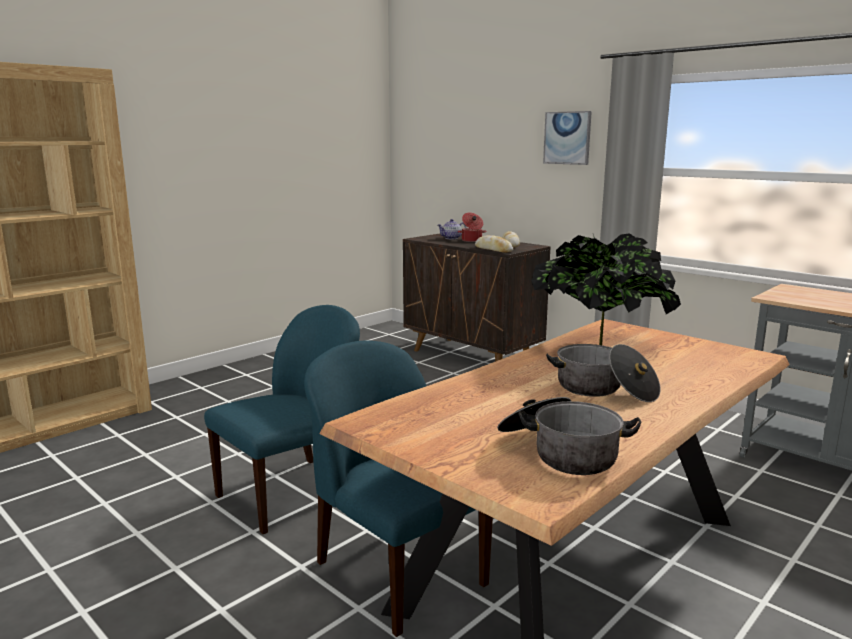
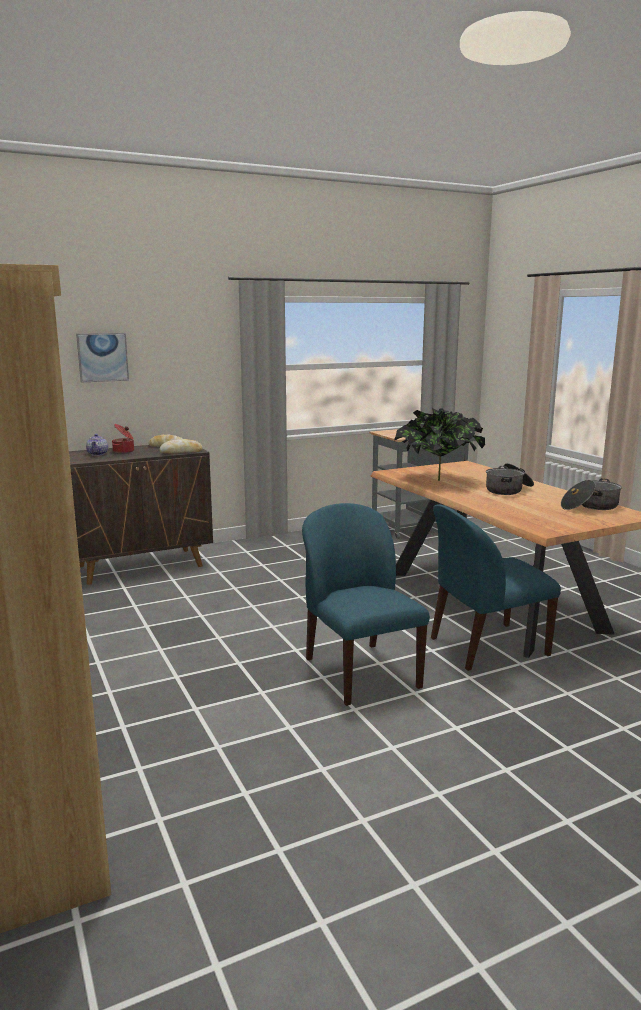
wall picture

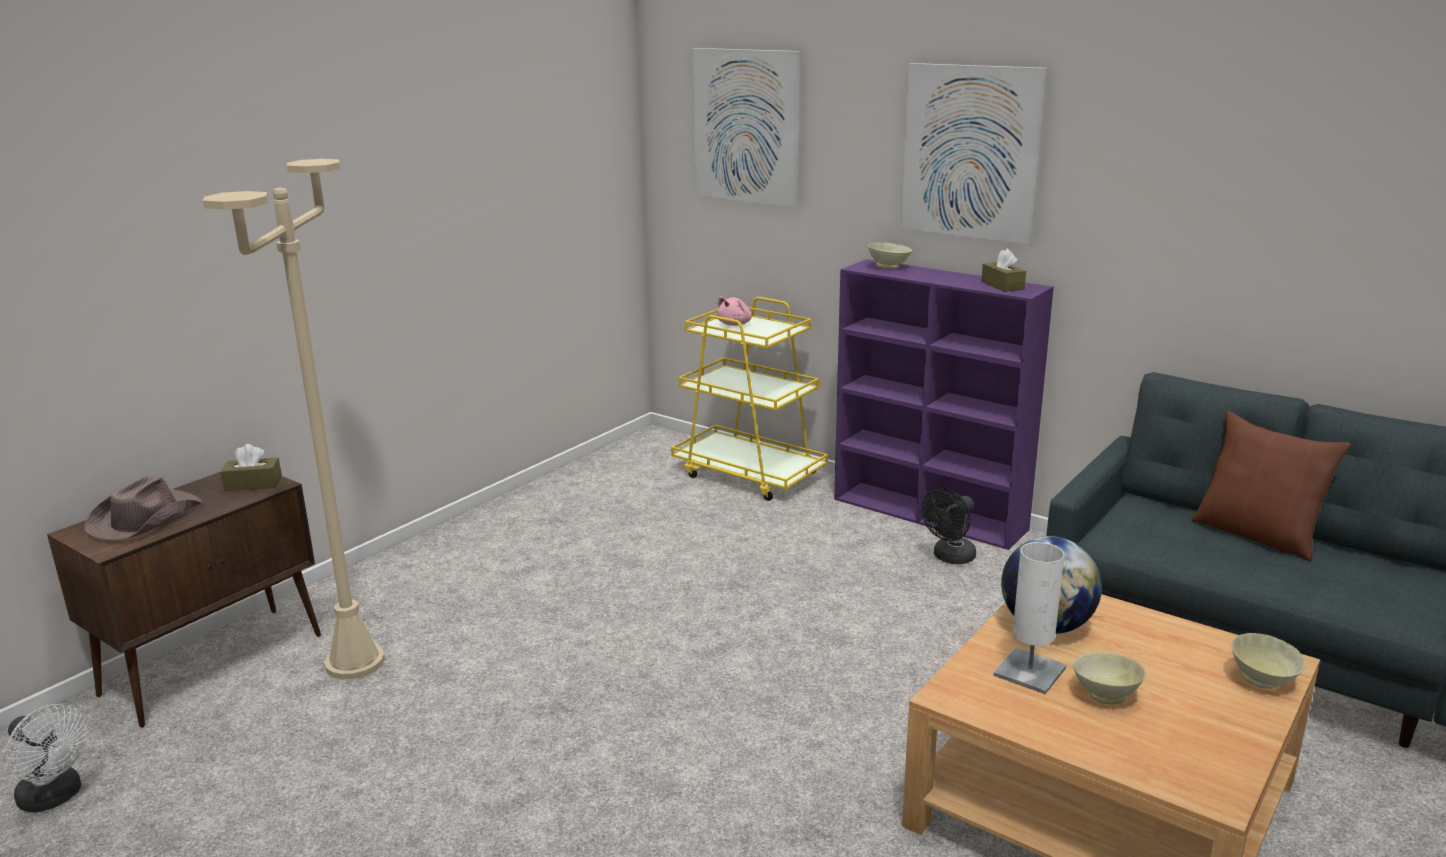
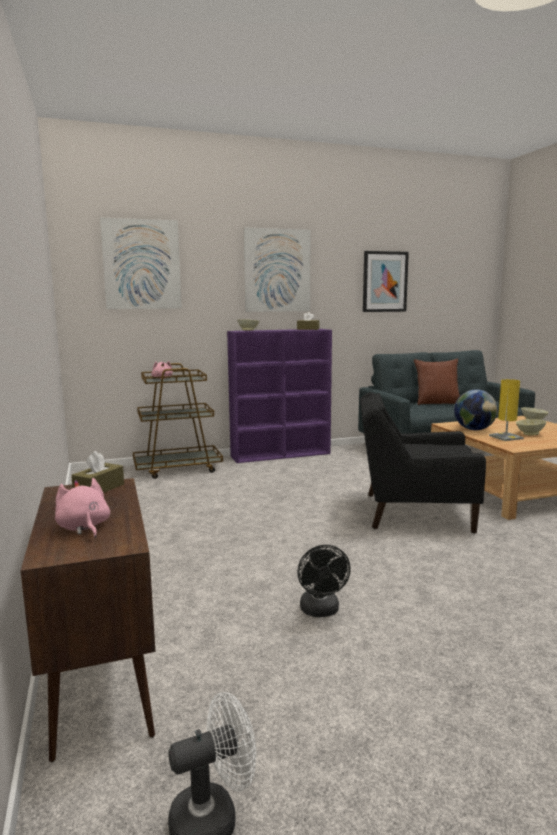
cuddly toy/pink-coloured (no. 1 from left)
cart/brown
electric fan/blackish
easy chair/blackish
wall picture (no. 3 from left)
lamp for a table/yellowish
standard lamp/beige

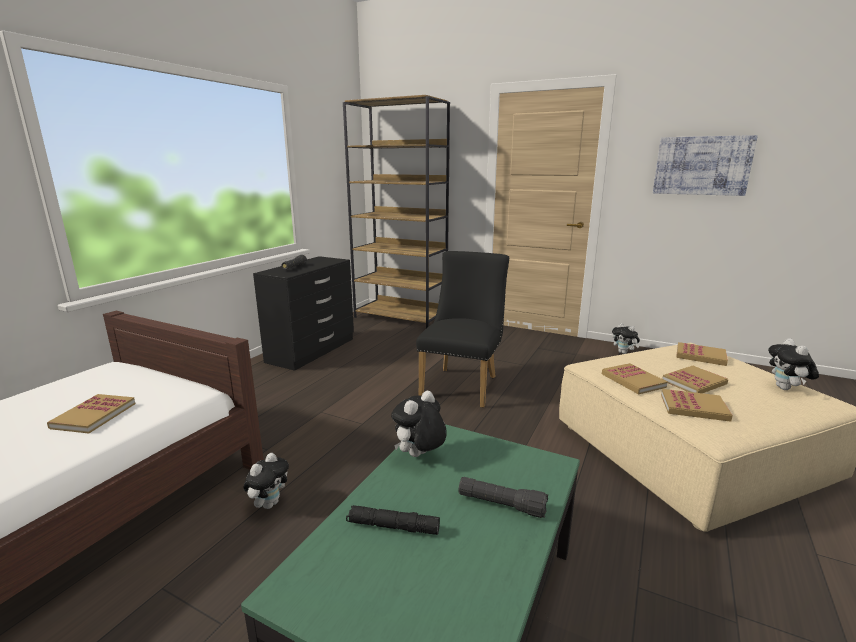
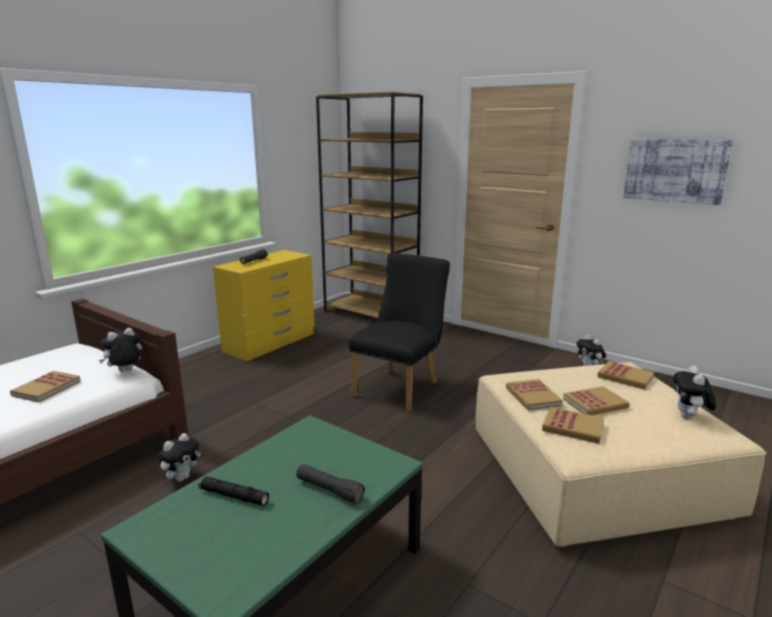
cuddly toy (no. 1 from left)
chest of drawers/yellowish

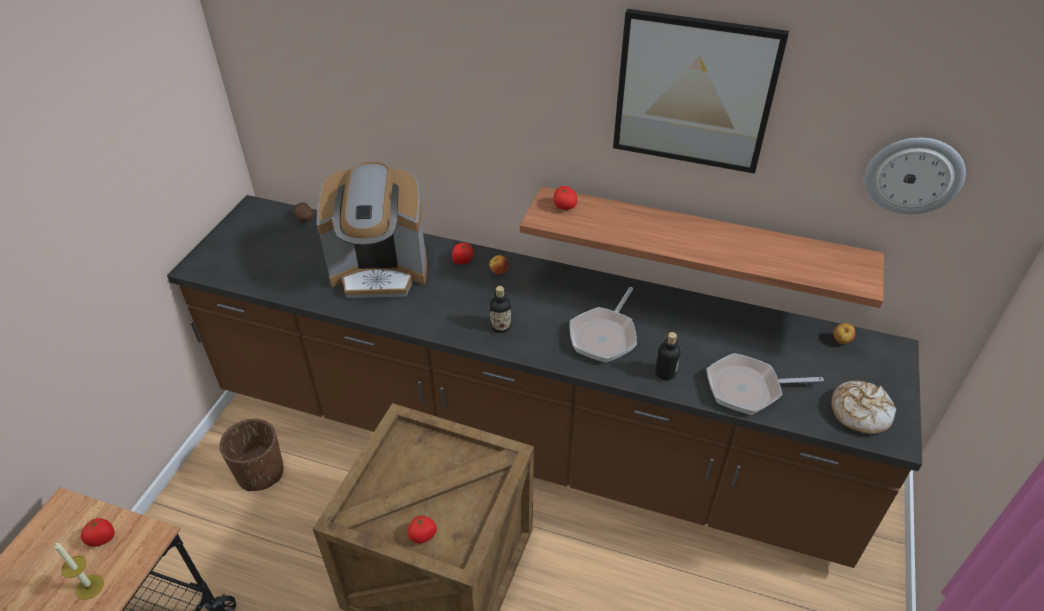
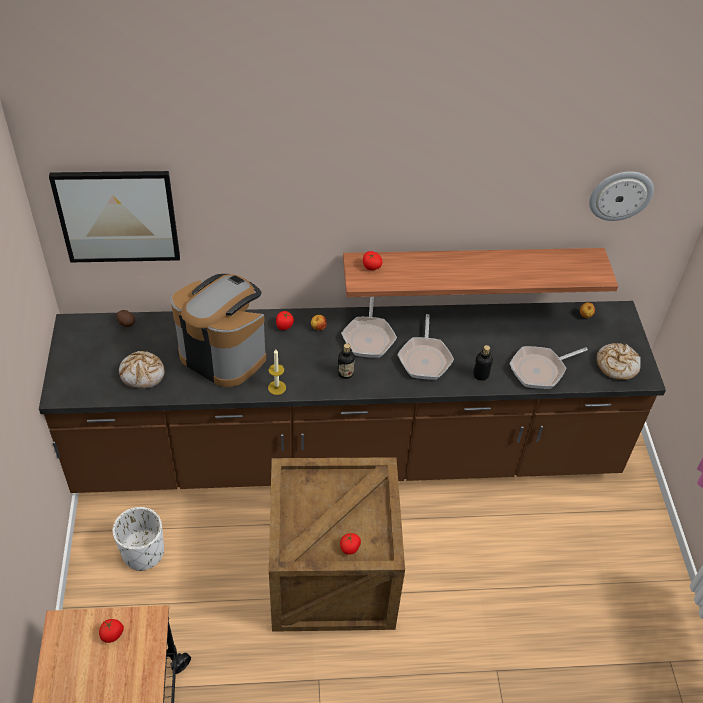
wall picture
flower pot/white
baked bread (no. 1 from left)
coffee maker
candle
skillet (no. 1 from left)

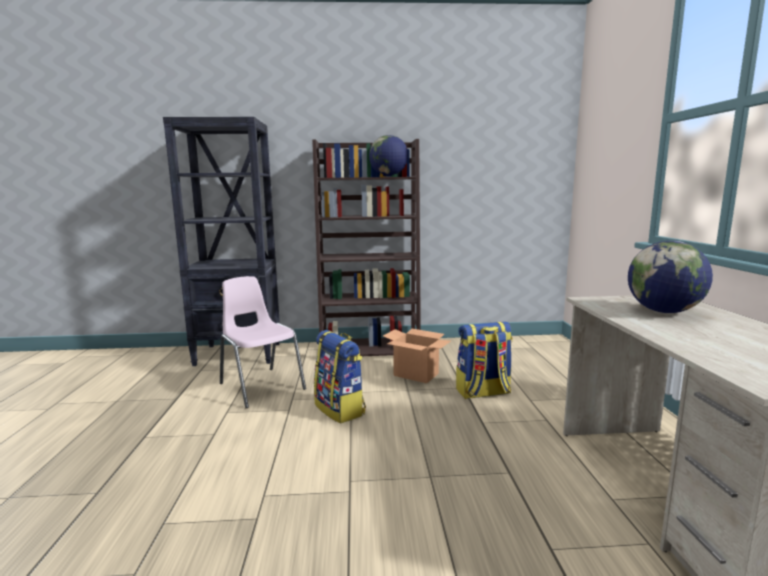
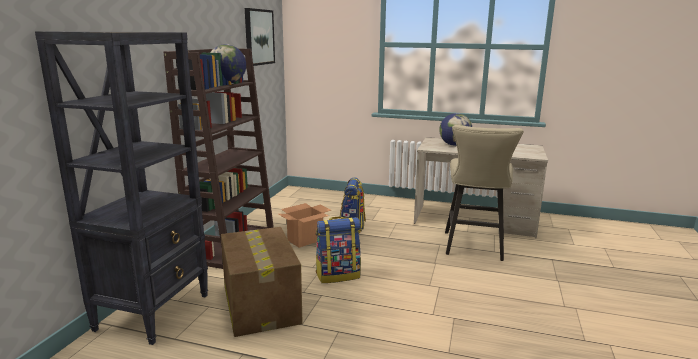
packing box (no. 1 from left)
wall picture
sitting stool/beige

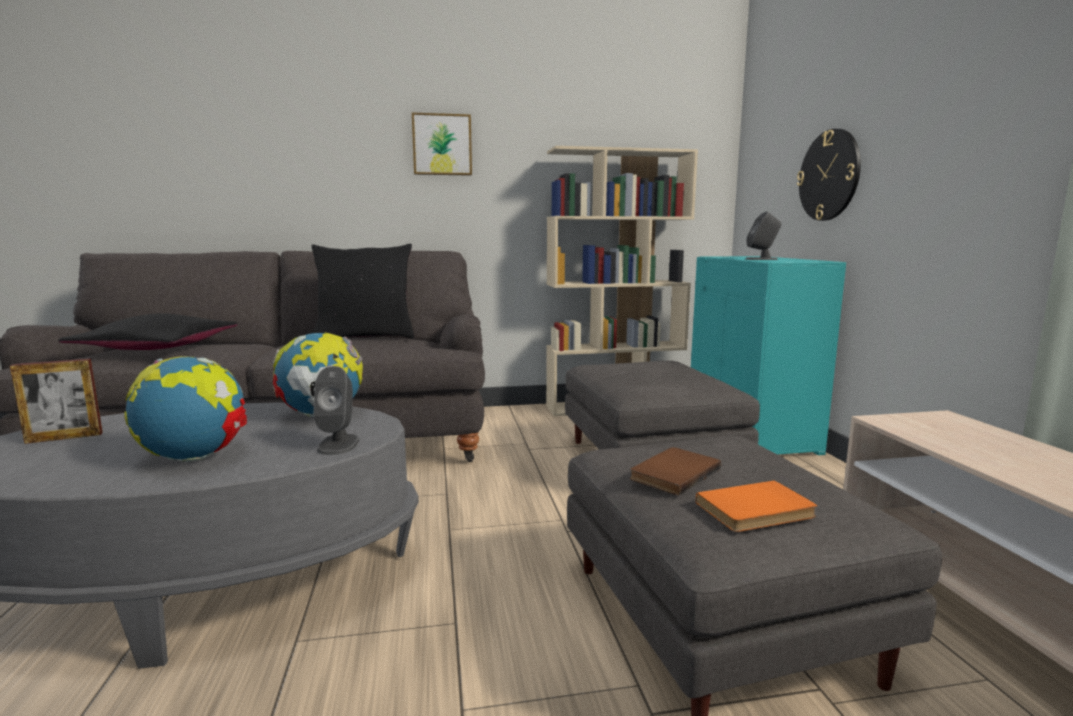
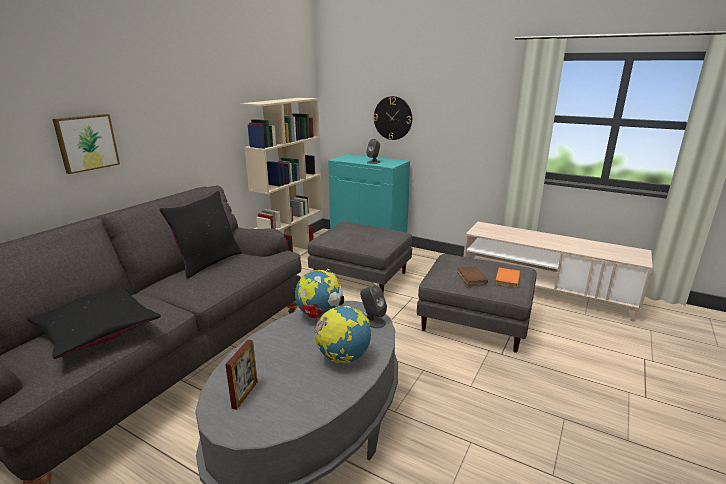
wall picture

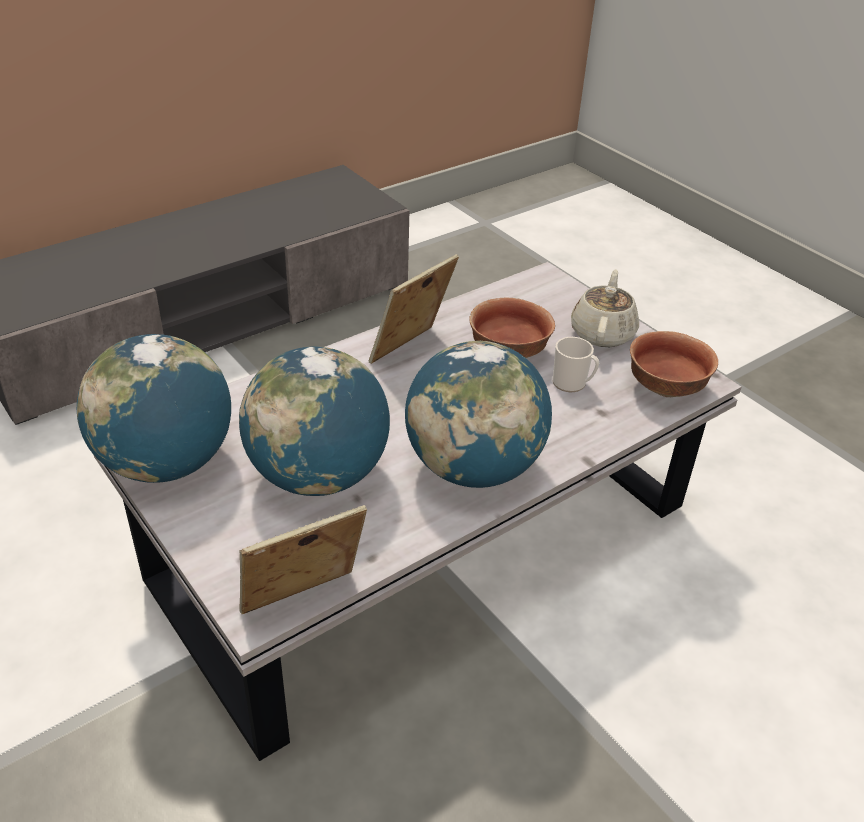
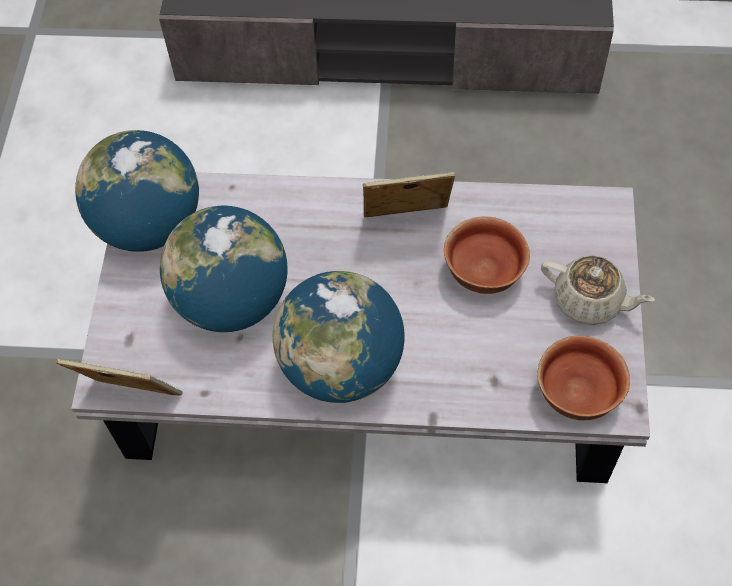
tea pot/beige
mug

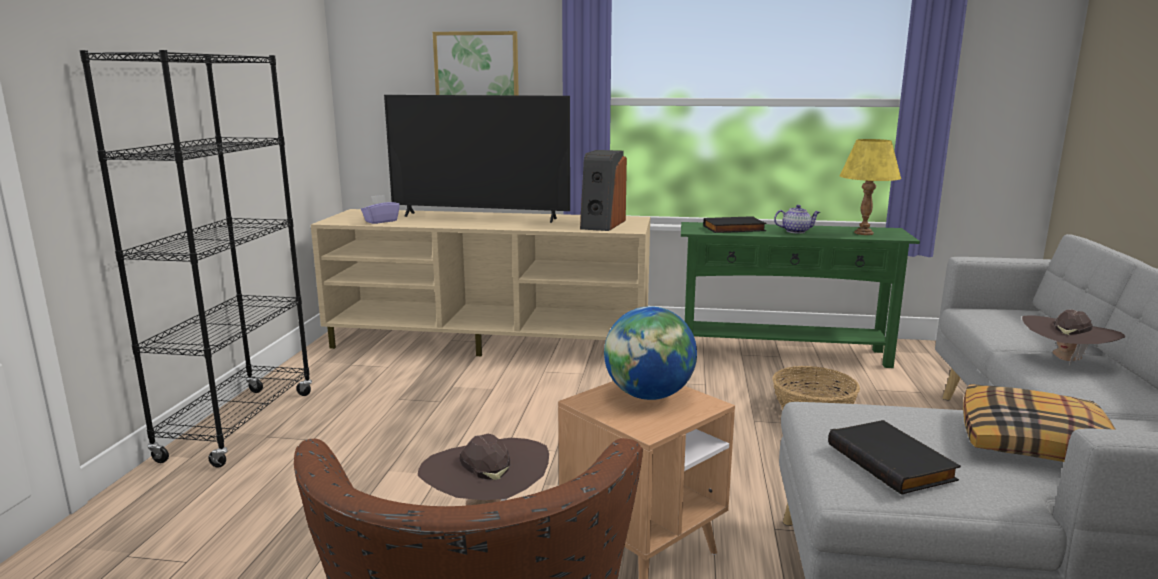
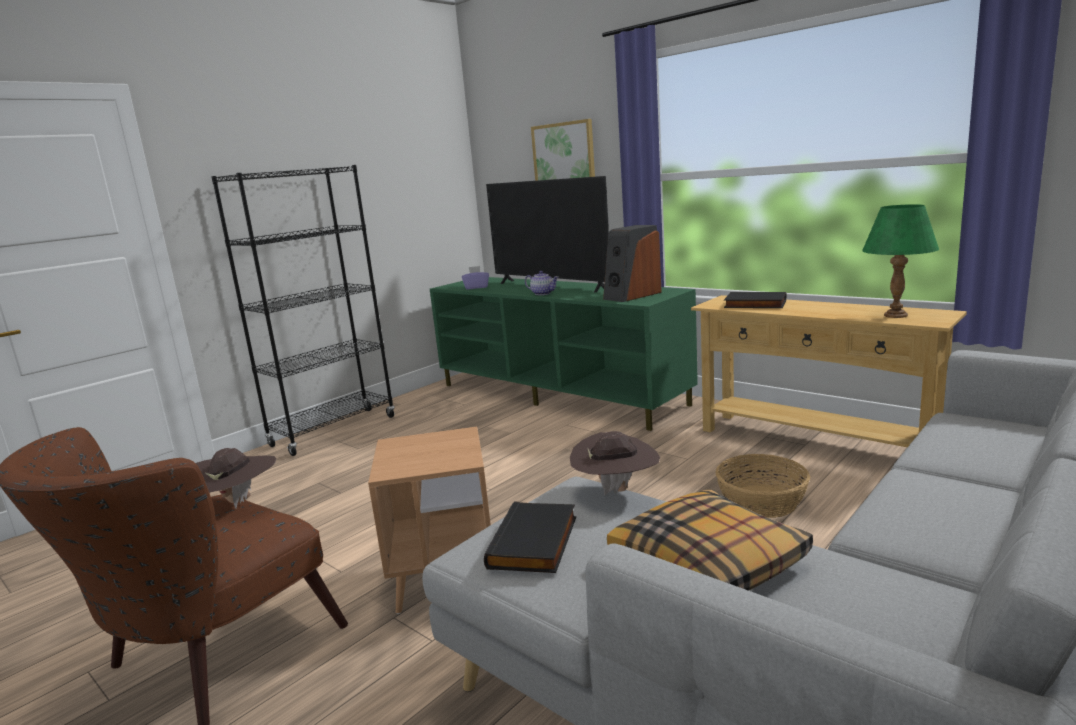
tv stand/green-coloured
tea pot
clothing hat/brown (no. 2 from left)
console table/beige
lamp for a table/green-coloured
globe

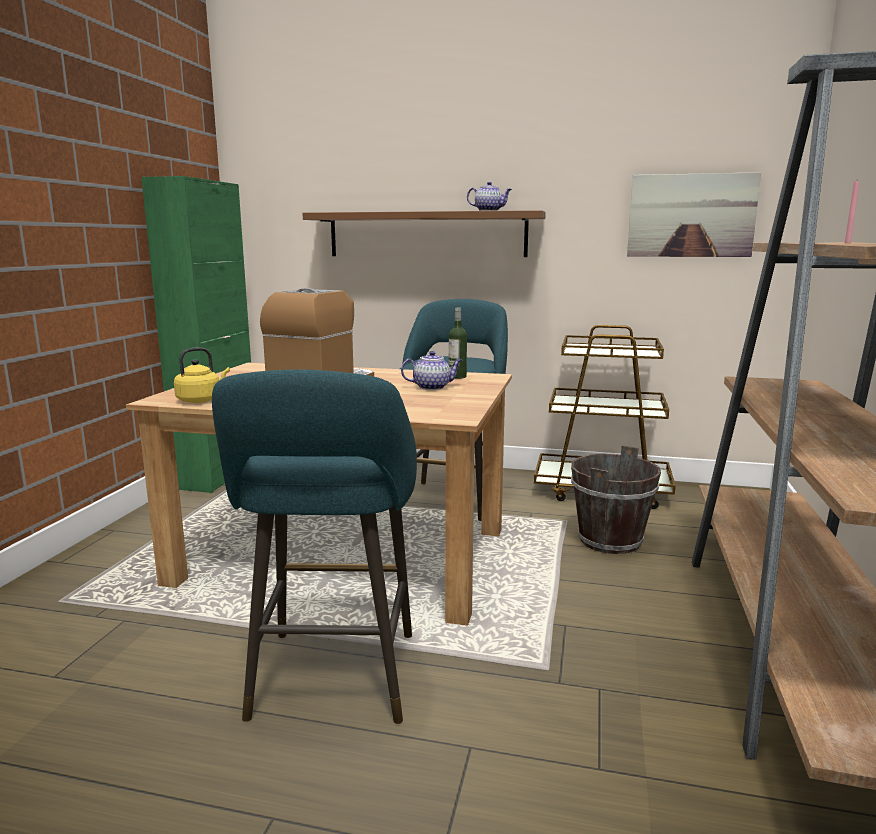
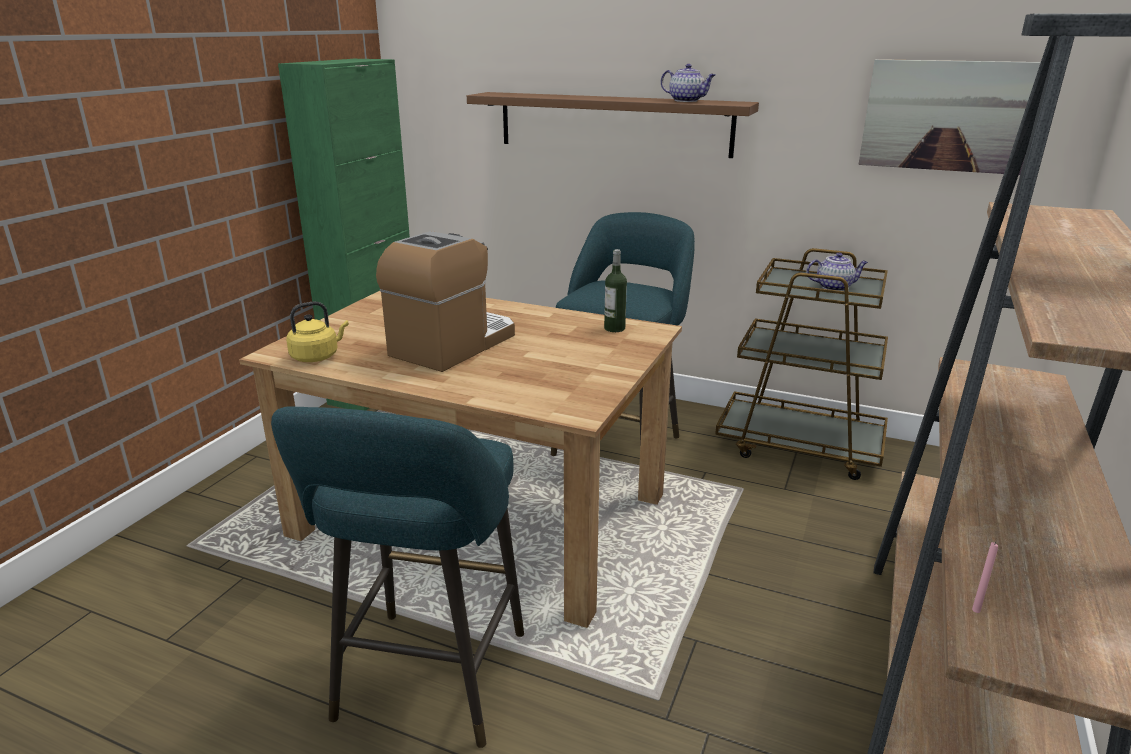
tea pot (no. 2 from left)
candle/pink-coloured
water bucket/brown

